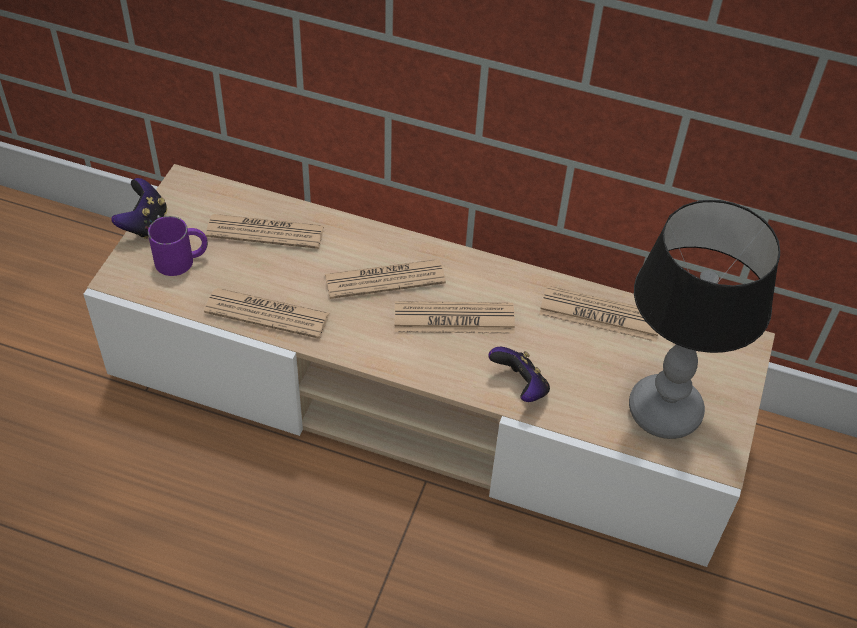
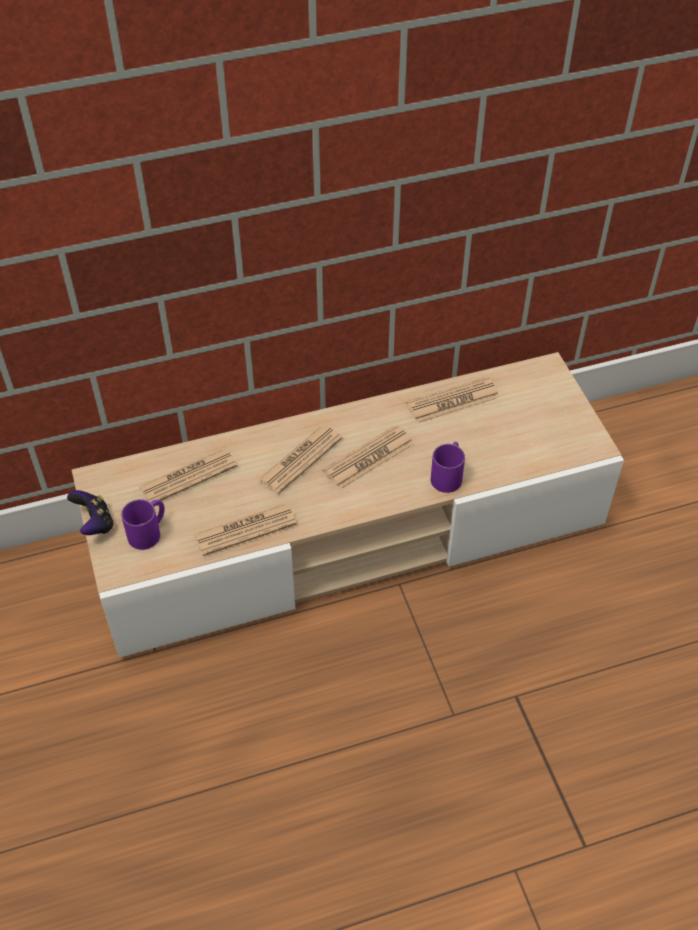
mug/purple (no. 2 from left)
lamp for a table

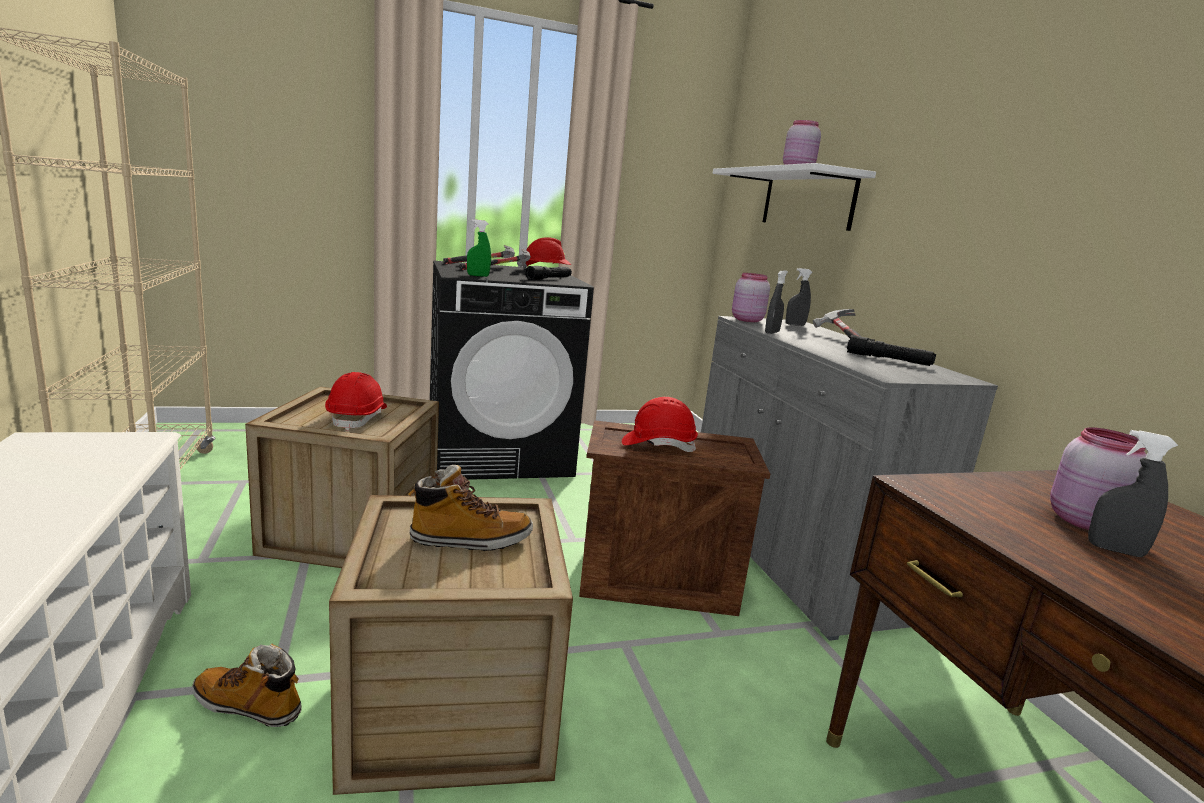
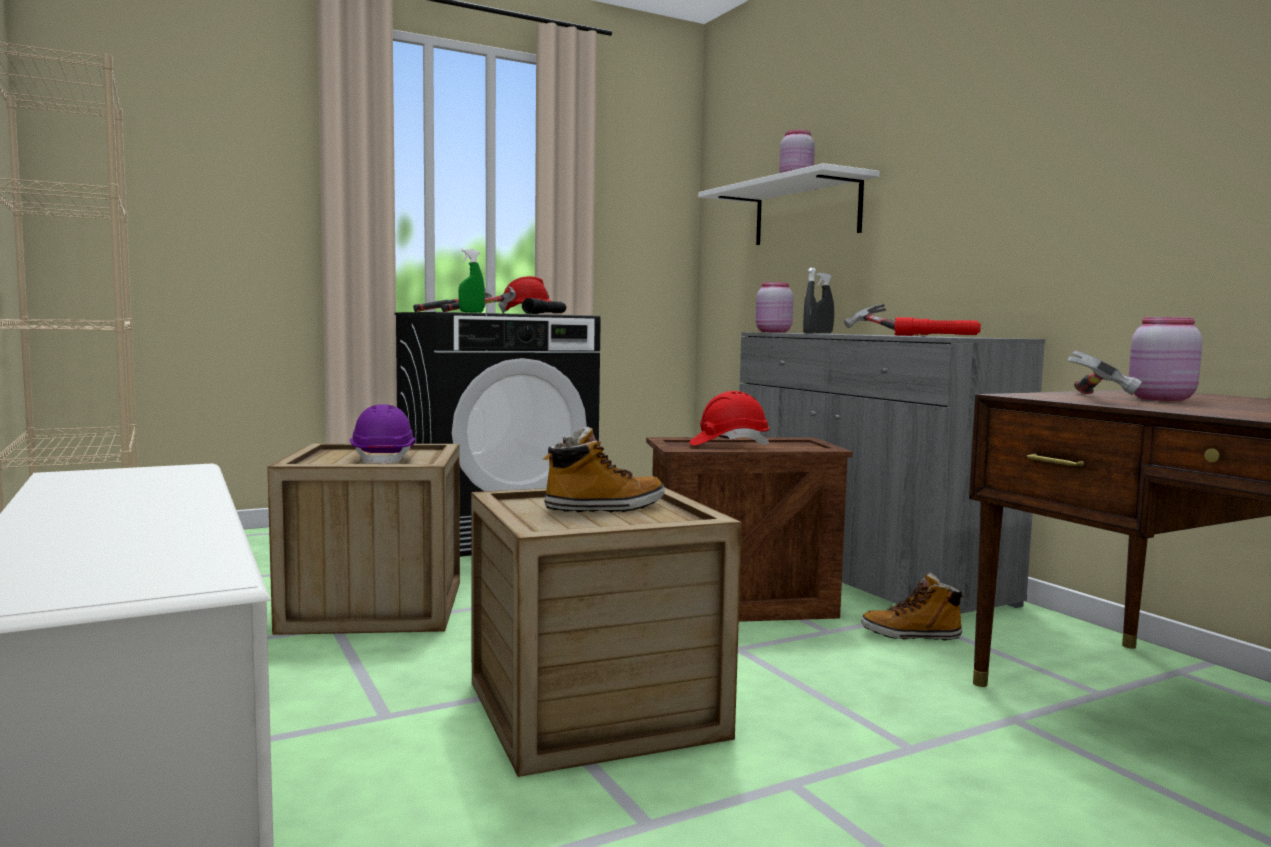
hard hat/purple
boot (no. 2 from left)
torch/red
tool hammer (no. 4 from left)
hand sprayer/grey (no. 3 from left in the first image)

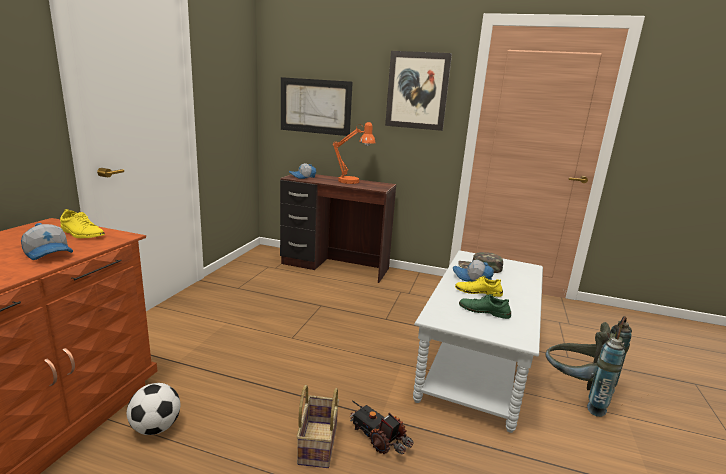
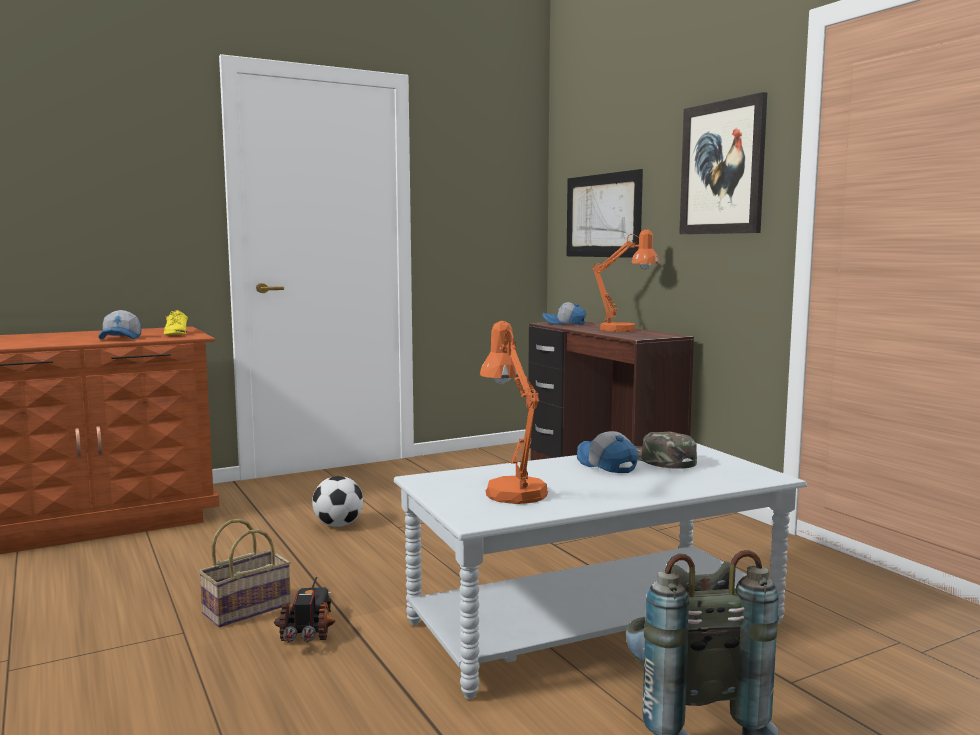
football
lamp for a table/orange (no. 1 from left)
item of footwear/yellowish (no. 2 from left in the first image)

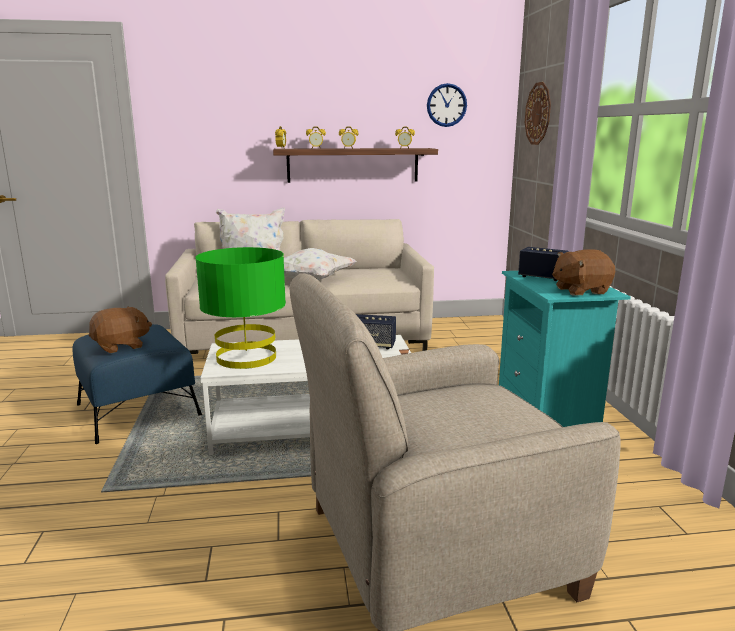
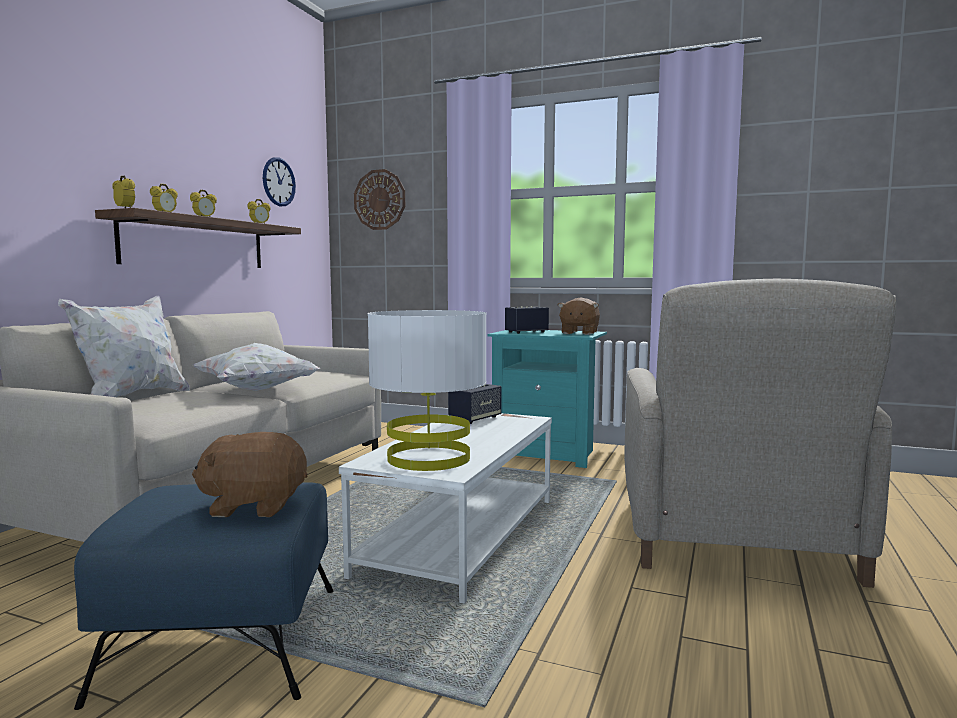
cuddly toy/brown (no. 1 from left)
lamp for a table/white

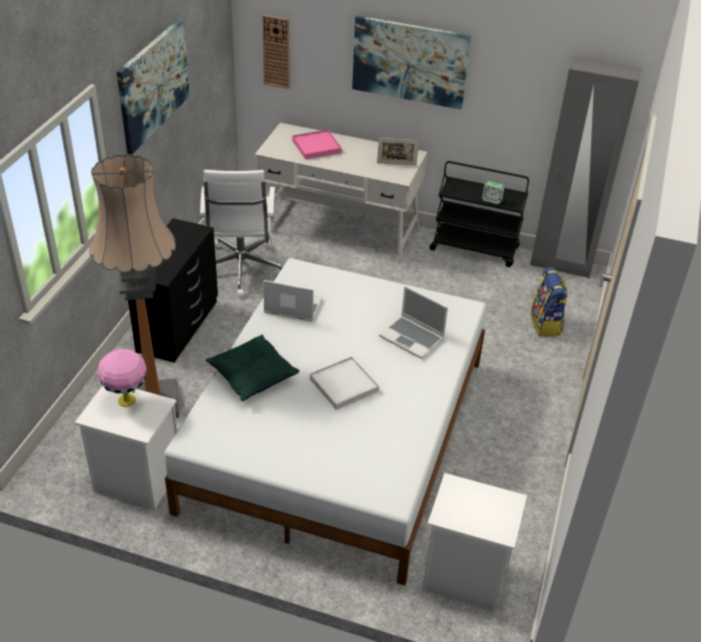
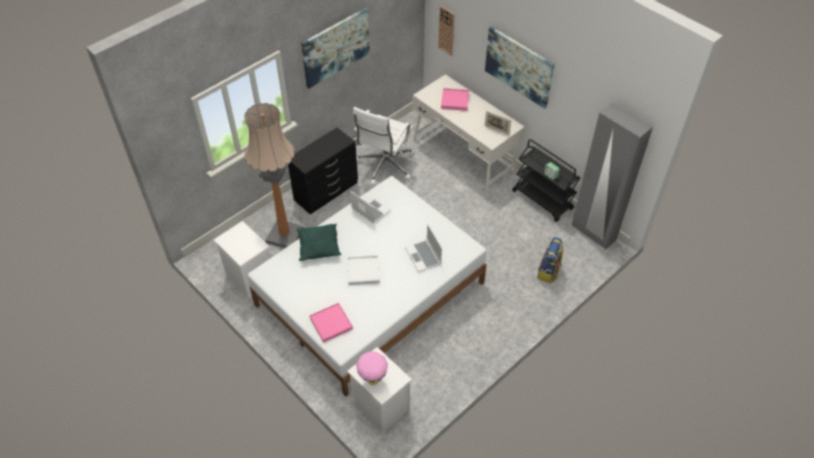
carrying tray/pink-coloured (no. 1 from left)
lamp for a table/pink-coloured

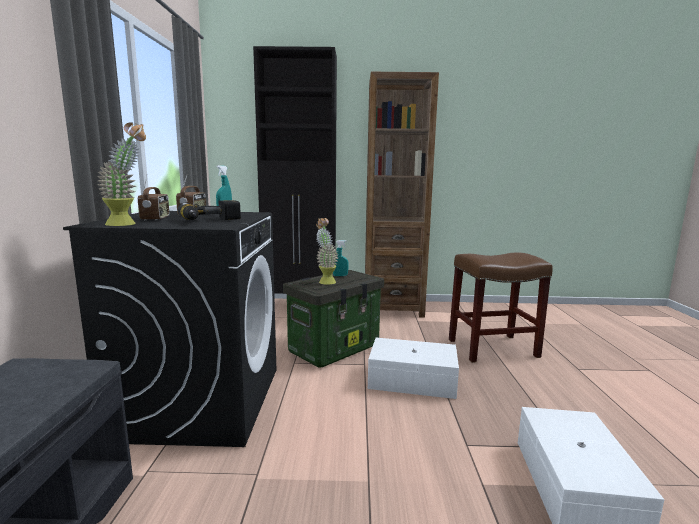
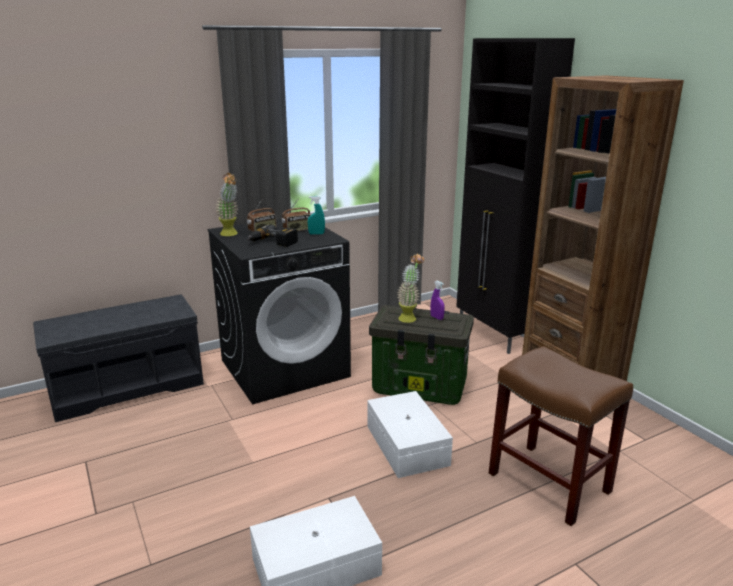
hand sprayer/purple

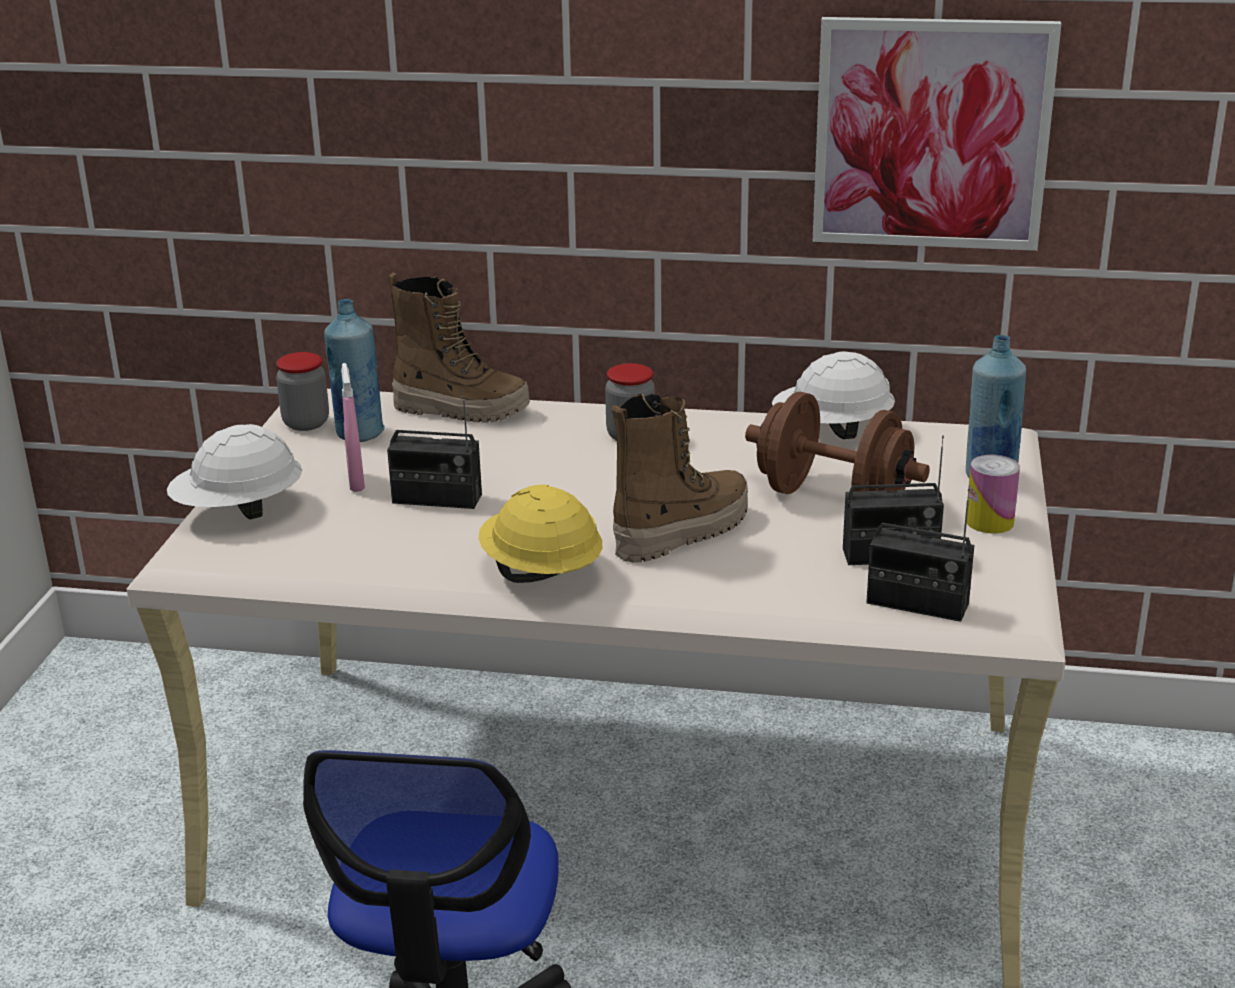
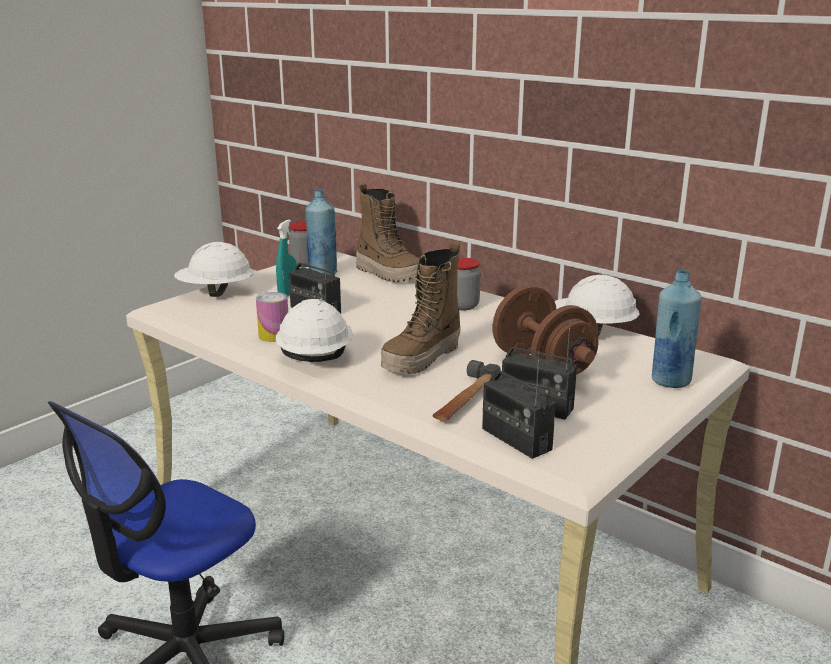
metal can
hand sprayer/turquoise-coloured
hard hat/white (no. 2 from left)
boot (no. 2 from left)
tool hammer
wall picture

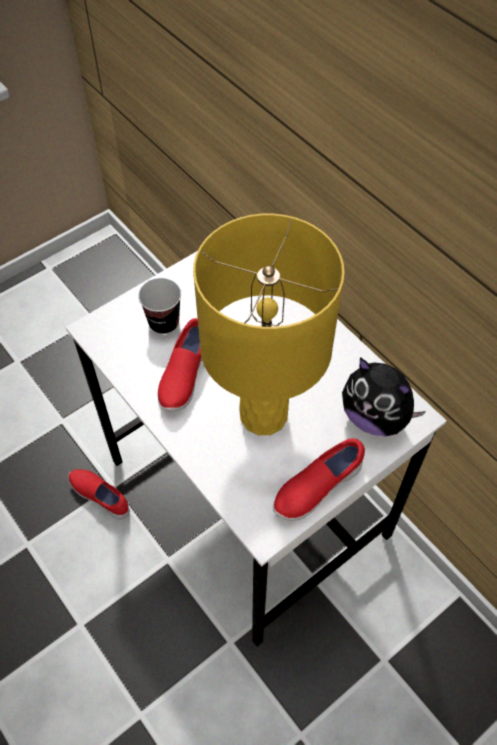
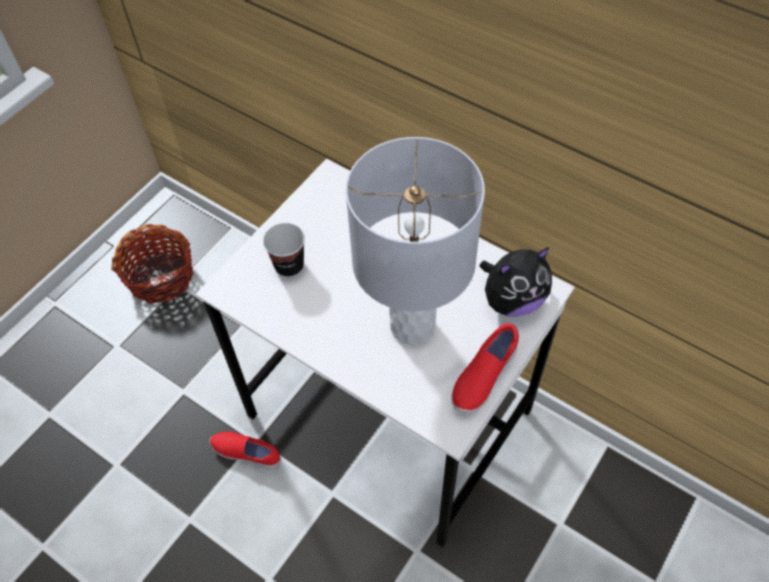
storage basket
lamp for a table/grey
cuddly toy
item of footwear/red (no. 2 from left in the first image)

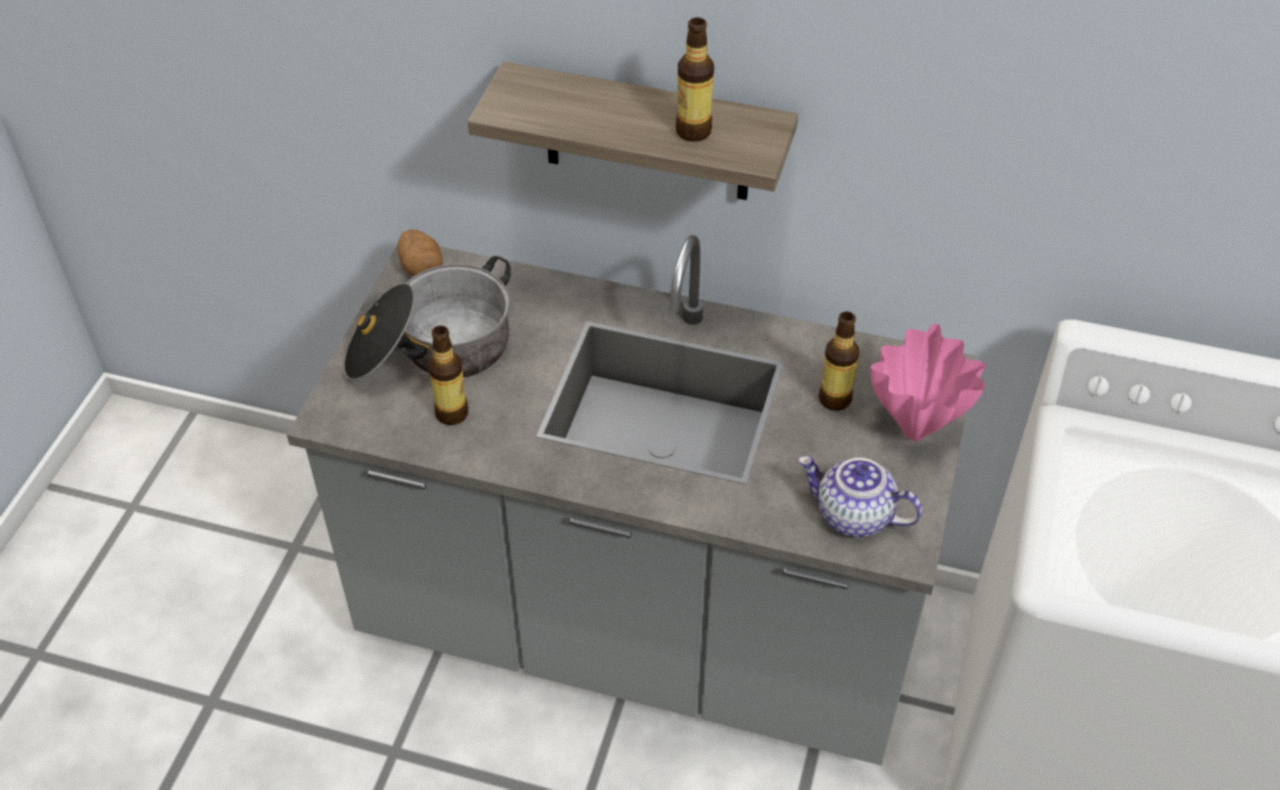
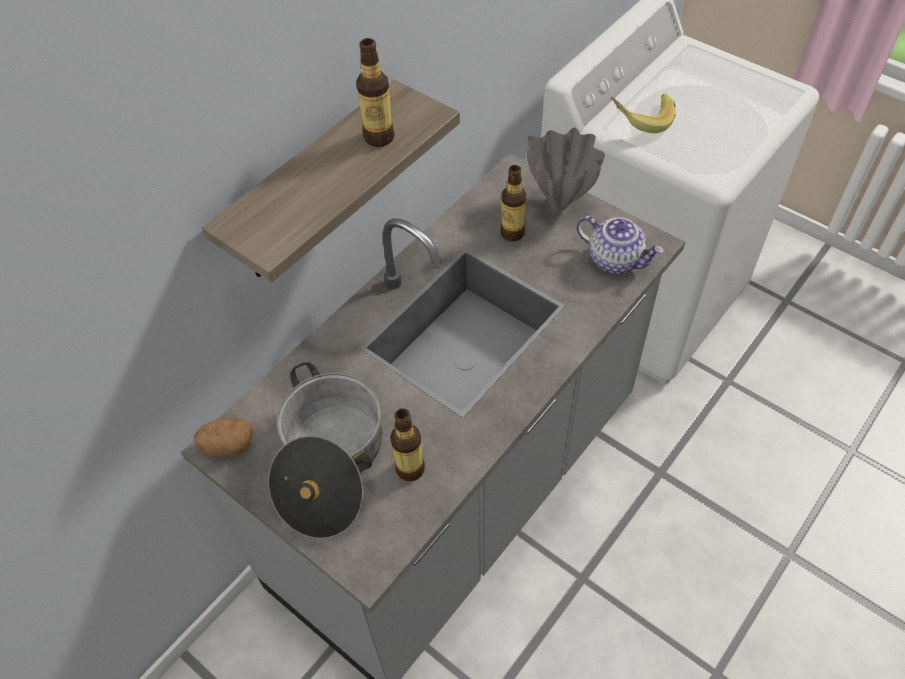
vase/grey
tea pot
banana fruit

